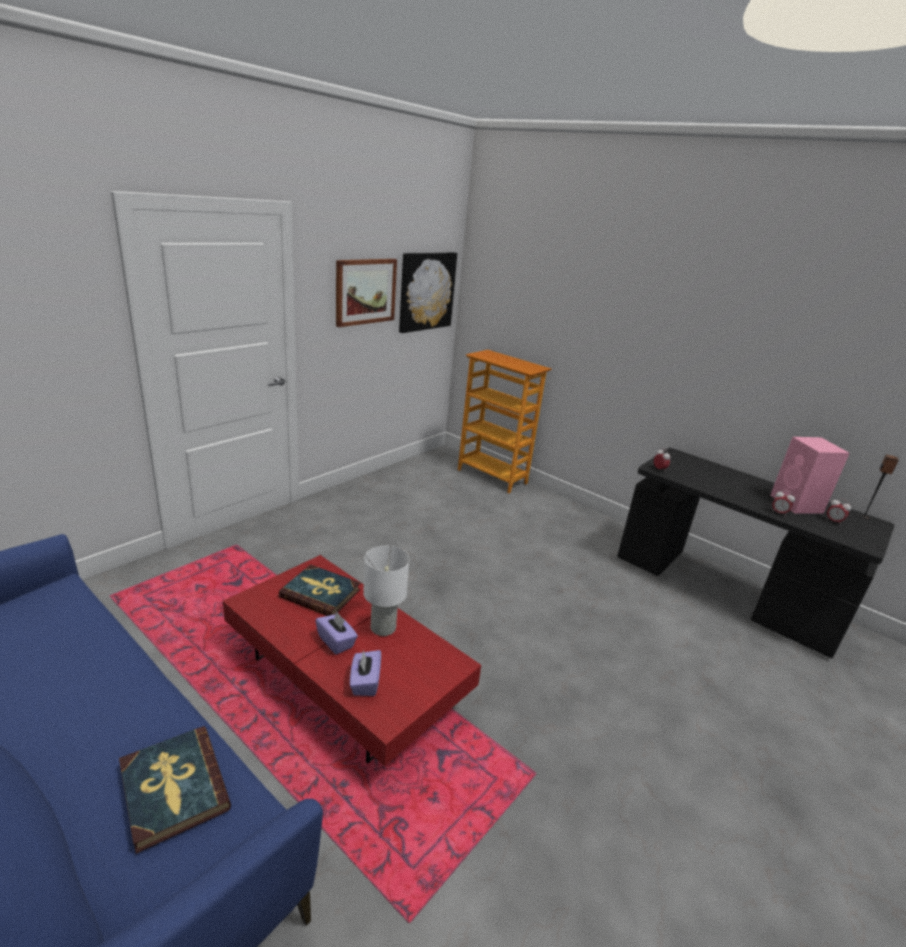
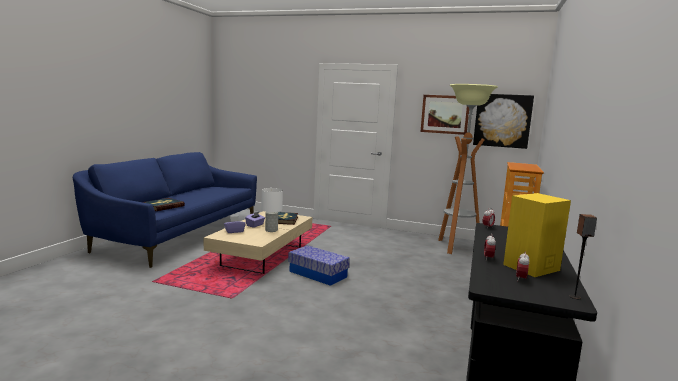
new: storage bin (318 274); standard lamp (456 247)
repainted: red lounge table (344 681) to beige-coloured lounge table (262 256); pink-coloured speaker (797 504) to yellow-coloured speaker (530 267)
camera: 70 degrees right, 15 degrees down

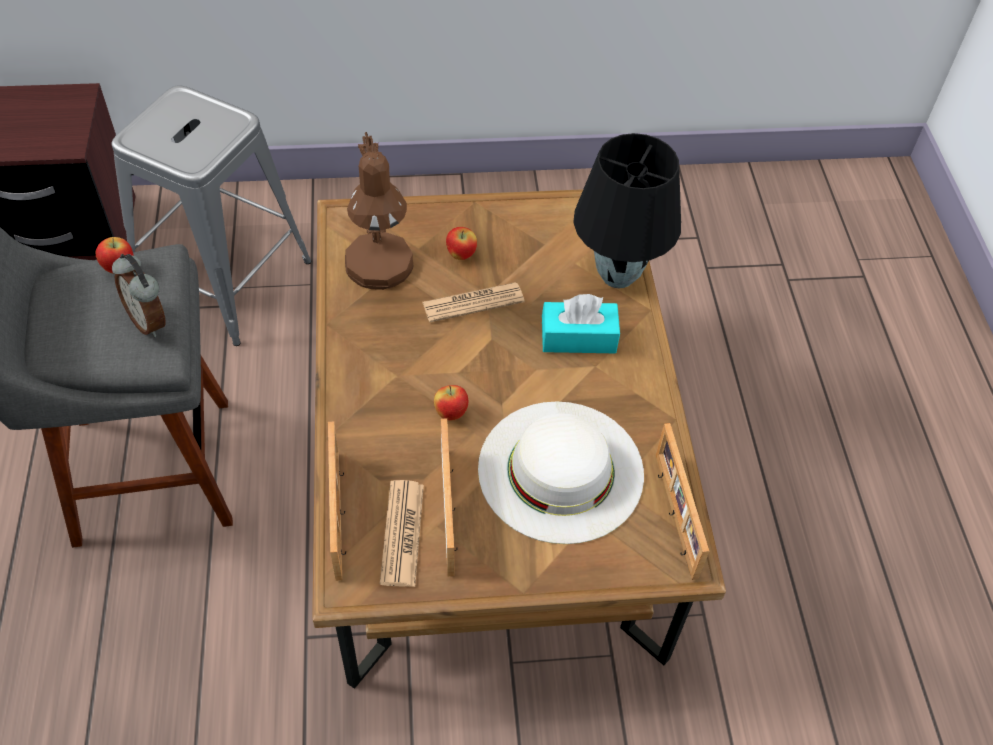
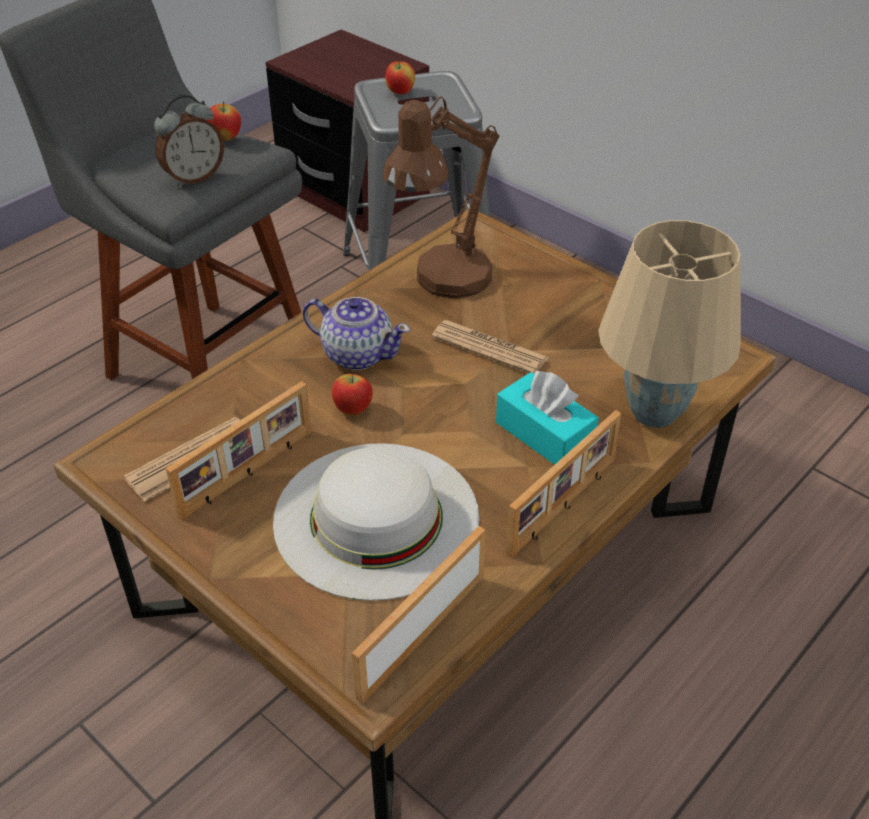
new: pot for tea (357 354)
shifted: picture frame (339 514) to (564 506); apple fruit (461 255) to (400 92)
repainted: black-coloured table lamp (618 275) to beige-coloured table lamp (656 413)
rotated: alarm clock (149 321) = (194 177) 135 degrees counterclockwise
camera: 50 degrees right, 10 degrees down

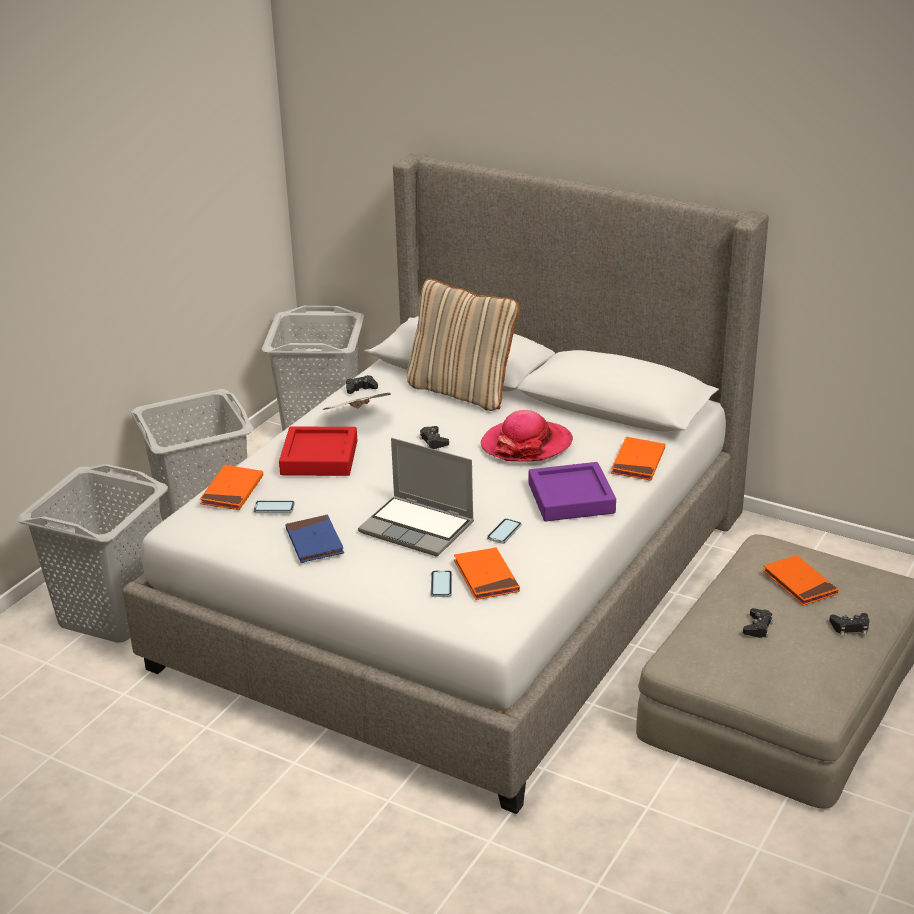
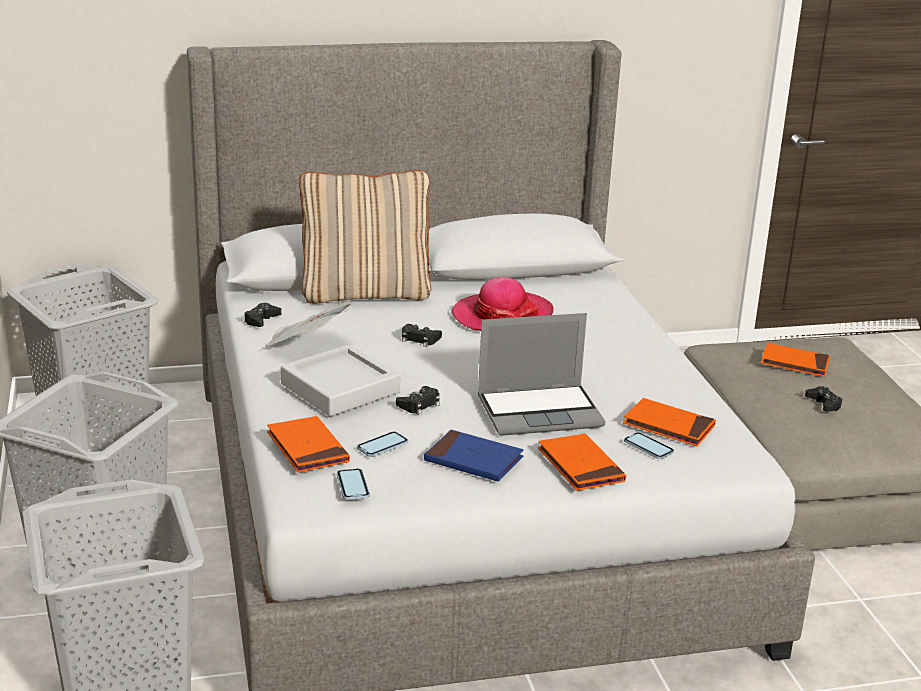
gone: purple-coloured serving tray (571 498)
shifted: telephone (504 532) to (352 486); orange volume (638 462) to (580 466); black-coloured game controller (850 627) to (419 404)
repainted: red serving tray (319 458) to gray serving tray (340 388)
camera: 45 degrees left, 5 degrees down

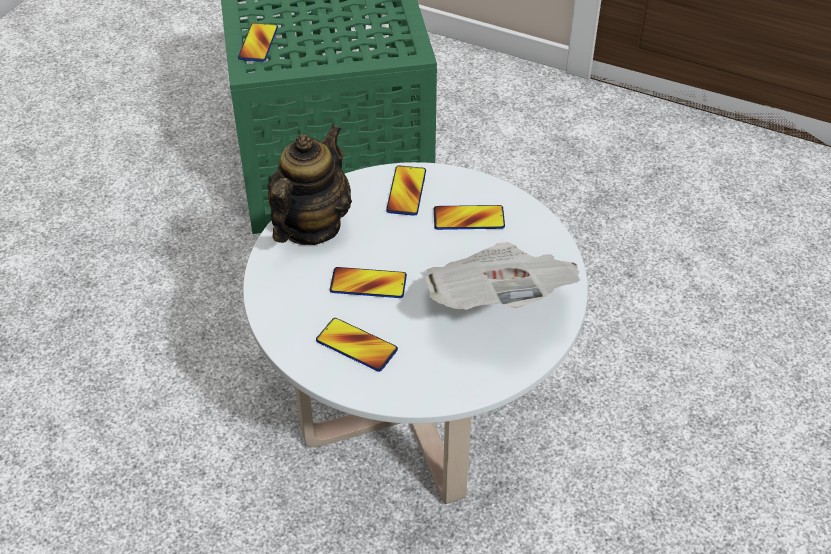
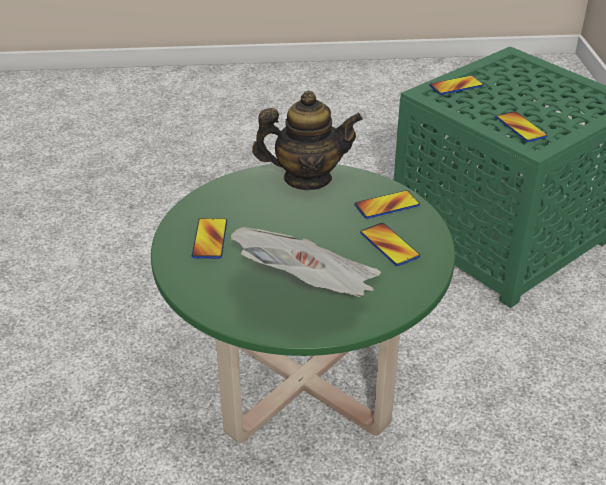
shifted: telephone (368 284) to (520 127)
repainted: whitish lounge table (415 410) to green-coloured lounge table (303 381)
camera: 60 degrees right, 10 degrees down

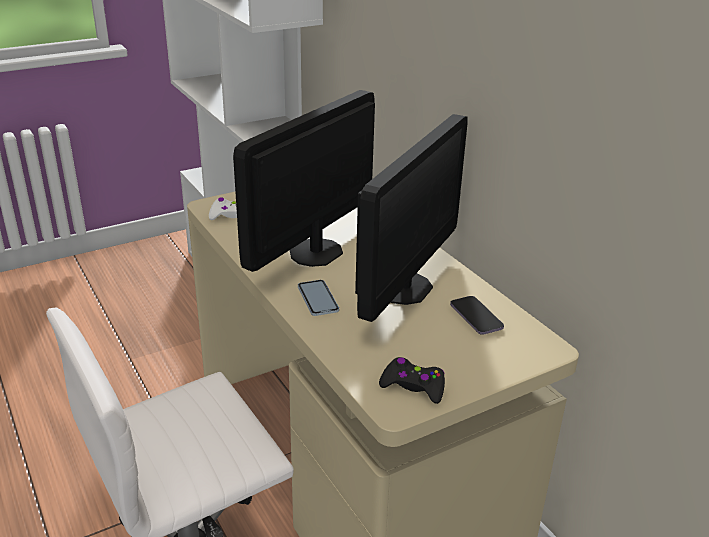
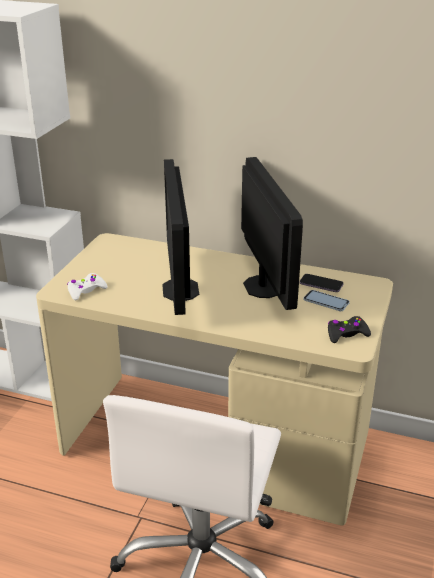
shifted: telephone (318 299) to (326 302)
camera: 40 degrees left, 0 degrees up

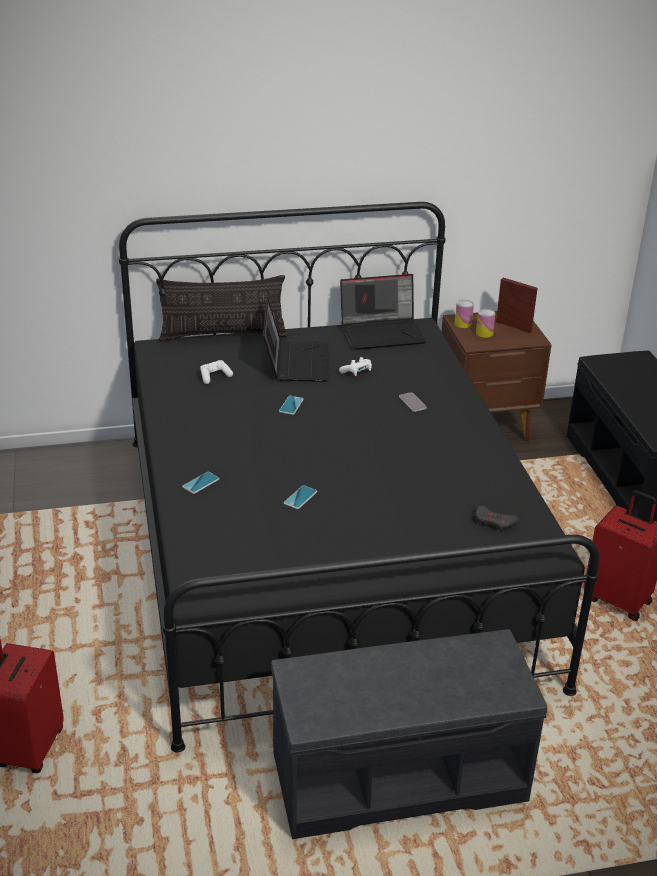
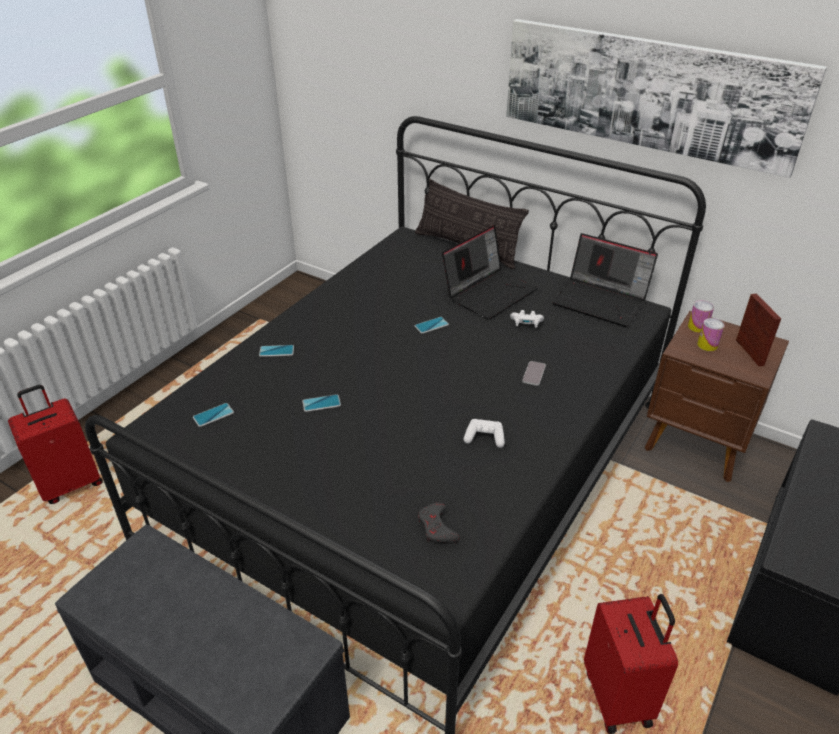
new: telephone (213 415); wall picture (648 93)
shifted: whitish game controller (214 377) to (484 438)
camera: 45 degrees right, 5 degrees up

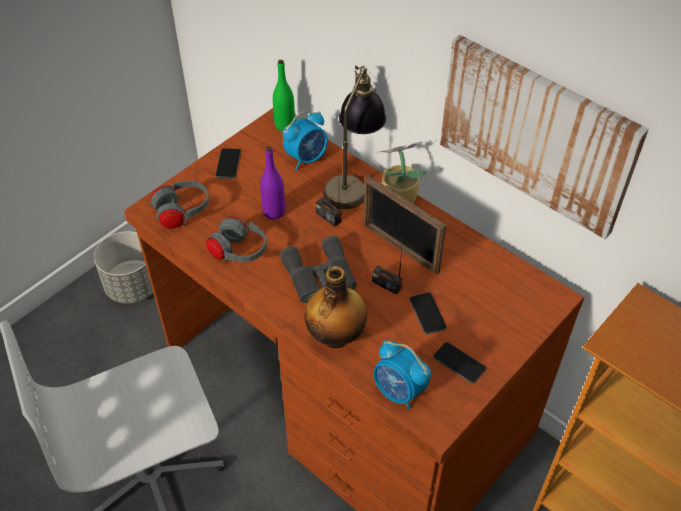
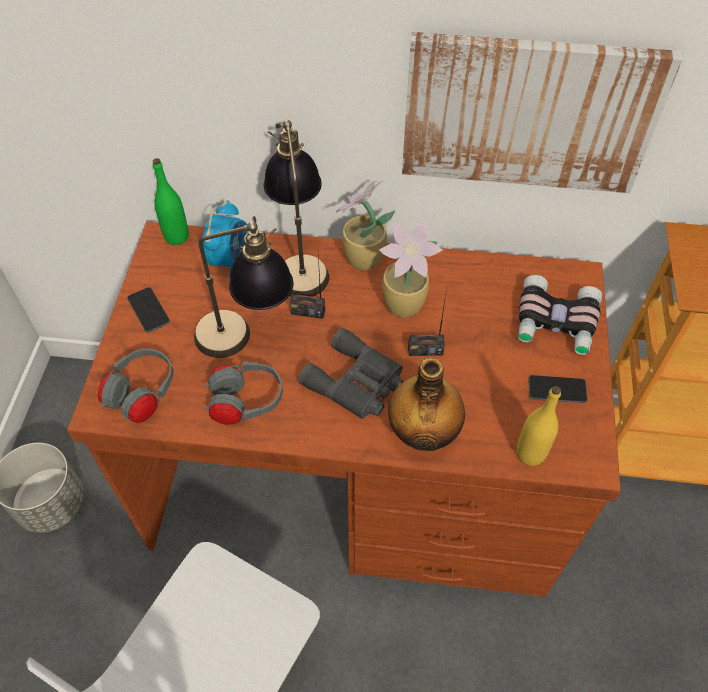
gone: telephone (427 313)
new: field glasses (555 324)
swapped: purple-coloured bottle (274 212) to table lamp (246 337); picture frame (400 248) to plant in a pot (405 305); alarm clock (399 391) to yellow-coloured bottle (530 453)
camera: 35 degrees left, 5 degrees up

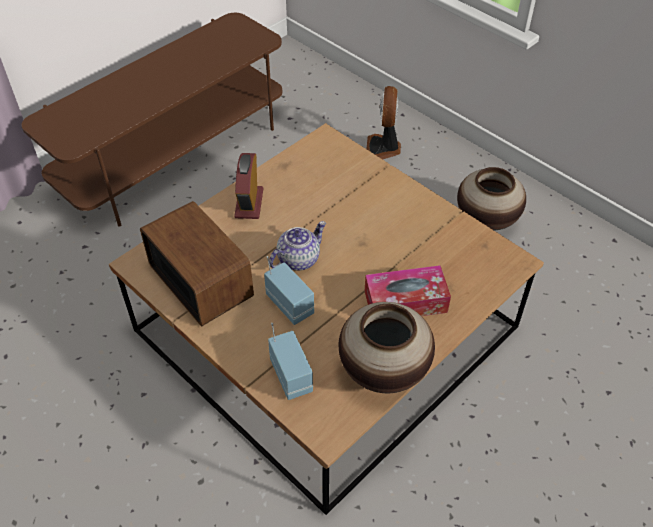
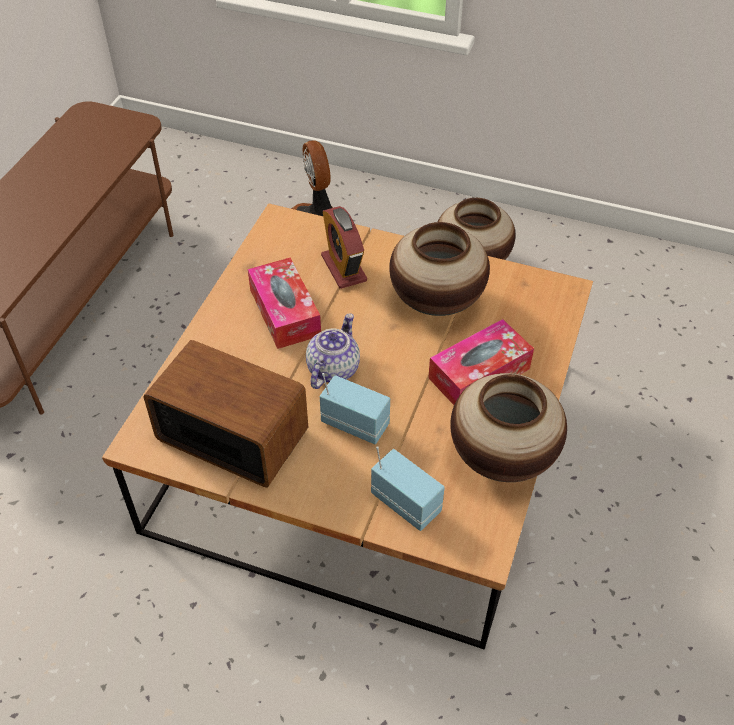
new: tissue holder (285 312); flower vase (437 301)
shifted: alarm clock (249 203) to (344 268)
camera: 25 degrees left, 0 degrees up

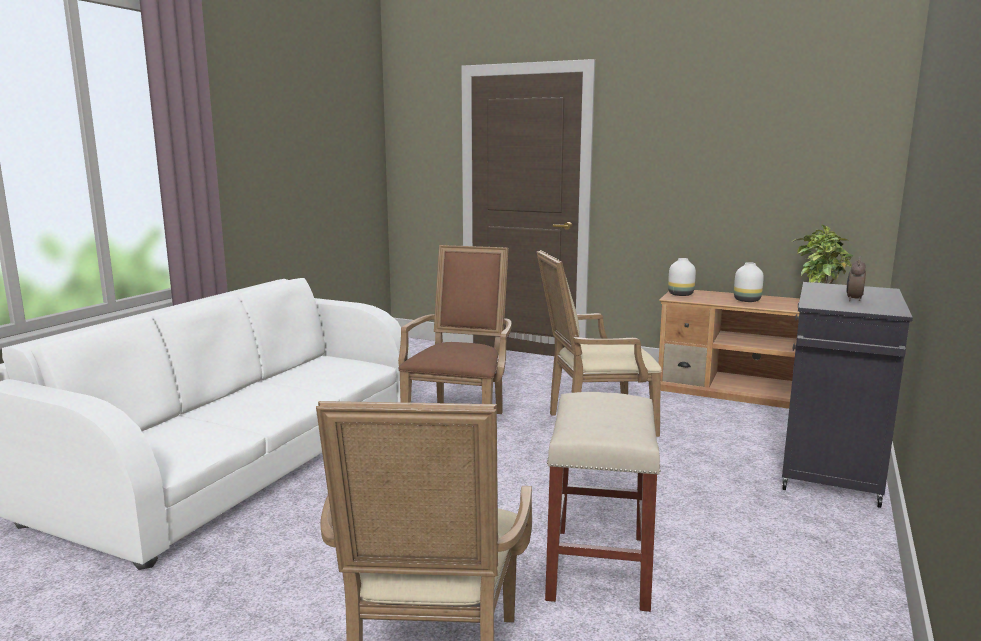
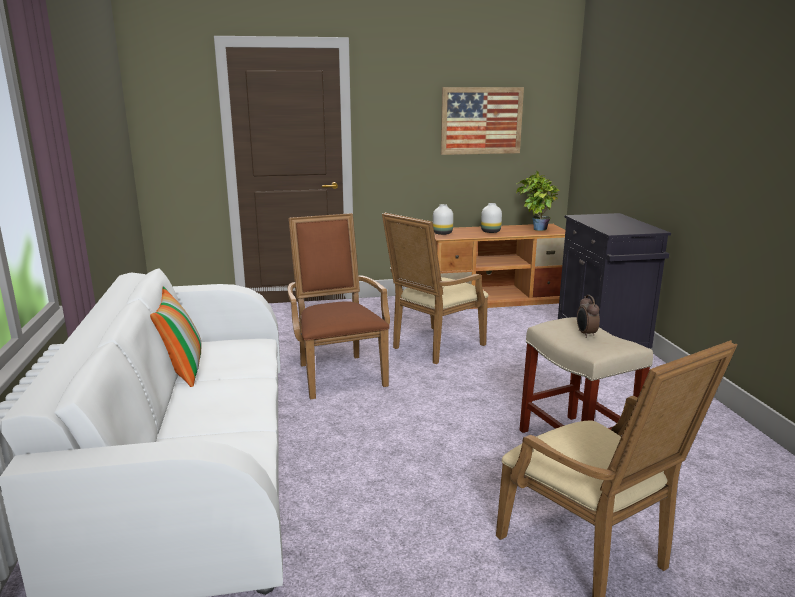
new: throw pillow (182 370); wall picture (481 121)
shifted: alarm clock (853 299) to (585 334)
camera: 35 degrees left, 5 degrees up

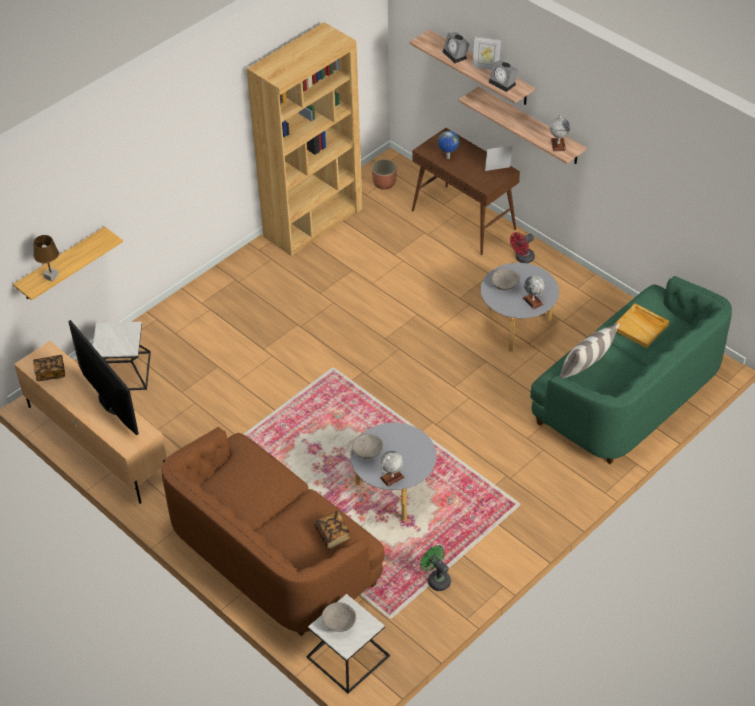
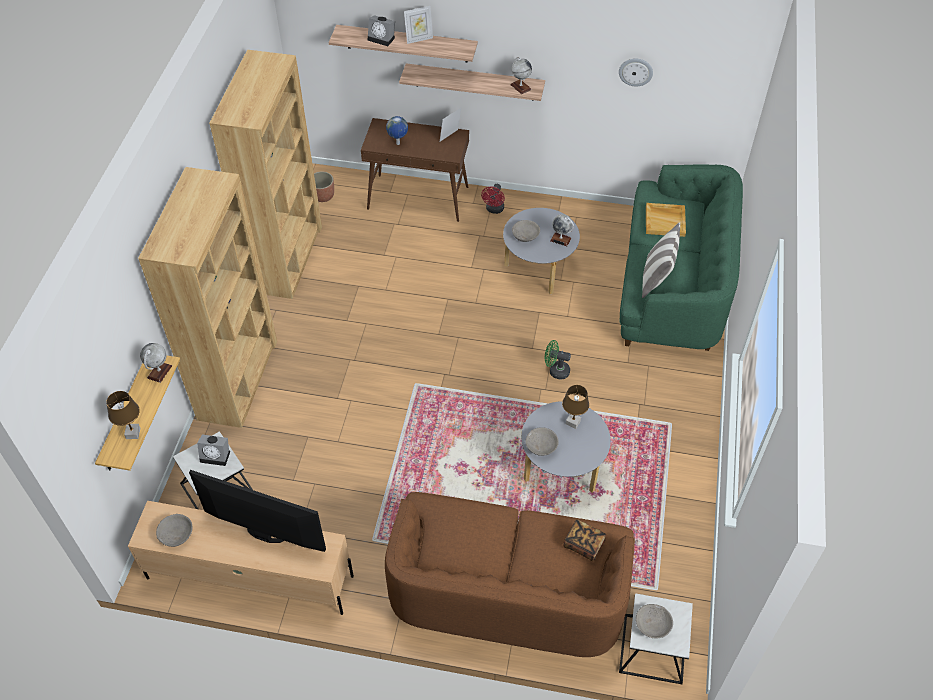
new: brown-coloured bookcase (238 379); brown-coloured table lamp (572 422); clock on the wall (635 71)
shifted: world globe (392 477) to (159 372); green-coloured cooling fan (436 579) to (555 370); alarm clock (503 83) to (216 455)
swapped: volume (50 373) to gray deep dish (176 534)
camera: 35 degrees left, 5 degrees up

